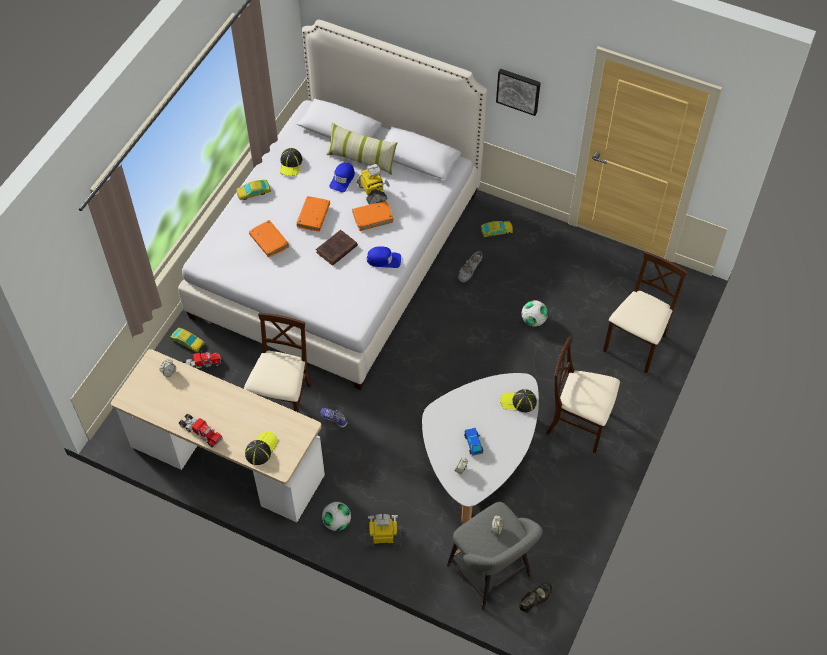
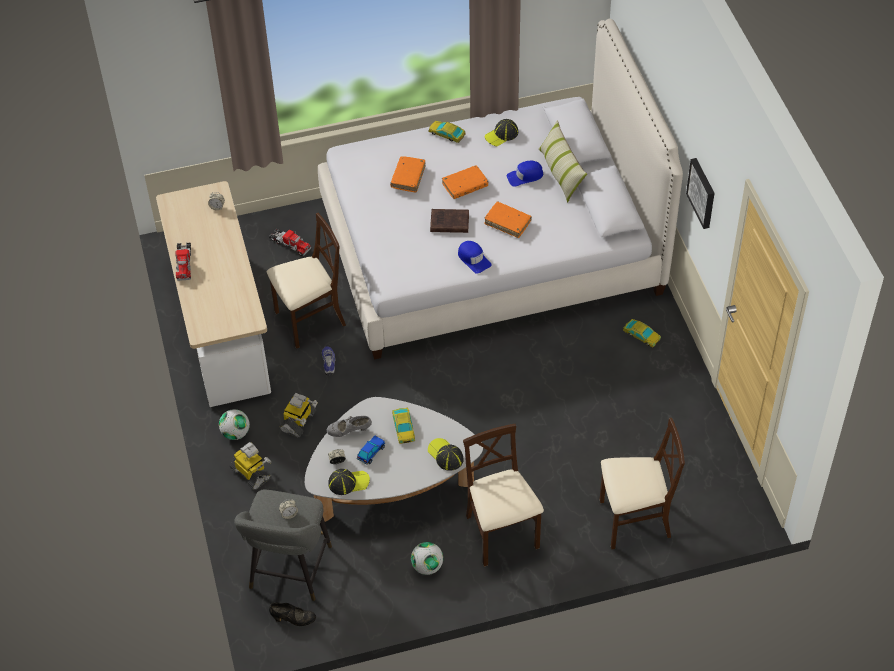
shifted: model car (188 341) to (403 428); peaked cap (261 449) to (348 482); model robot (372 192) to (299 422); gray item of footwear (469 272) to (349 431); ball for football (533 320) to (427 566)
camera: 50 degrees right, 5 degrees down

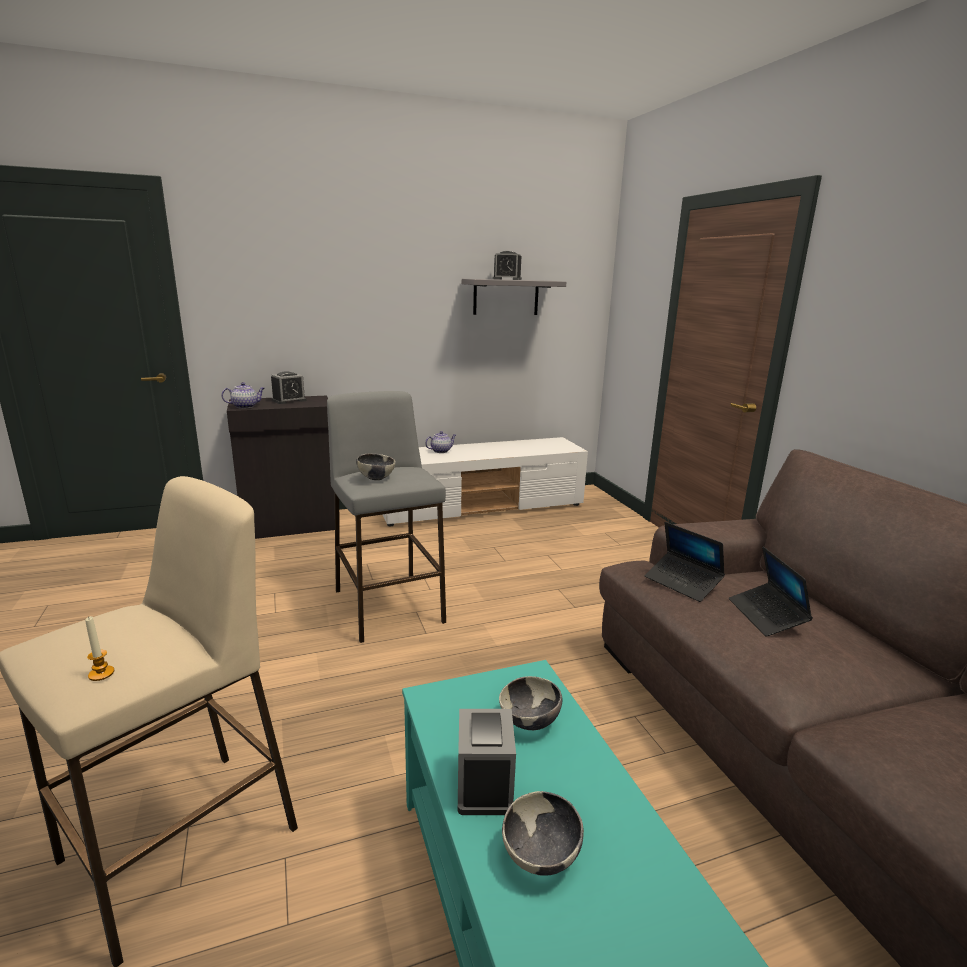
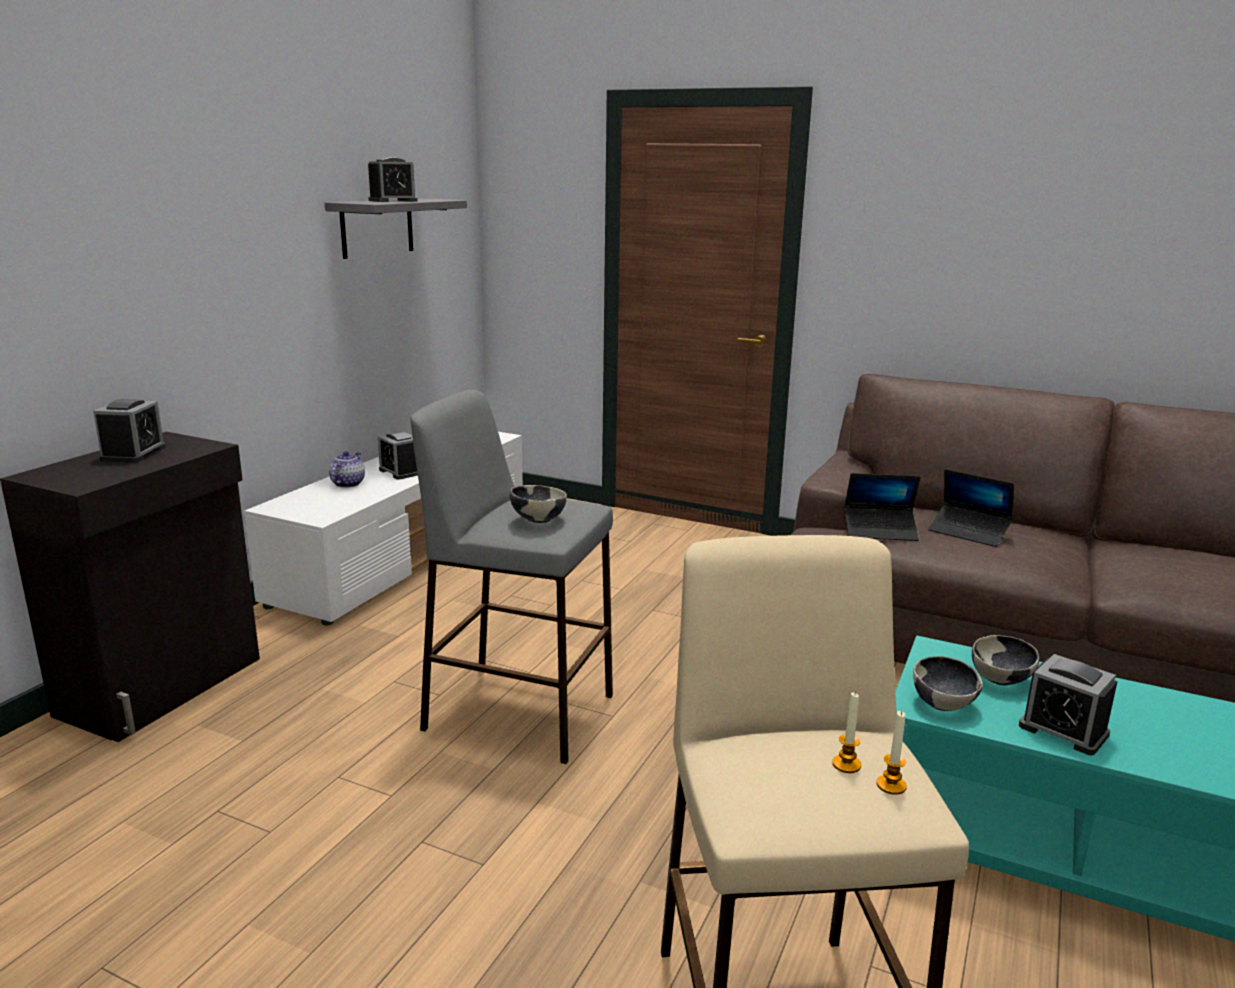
gone: pot for tea (245 406)
new: alarm clock (400 472); wax light (846 764)
shifted: deep dish (541 856) to (943 704)
camera: 45 degrees left, 0 degrees up

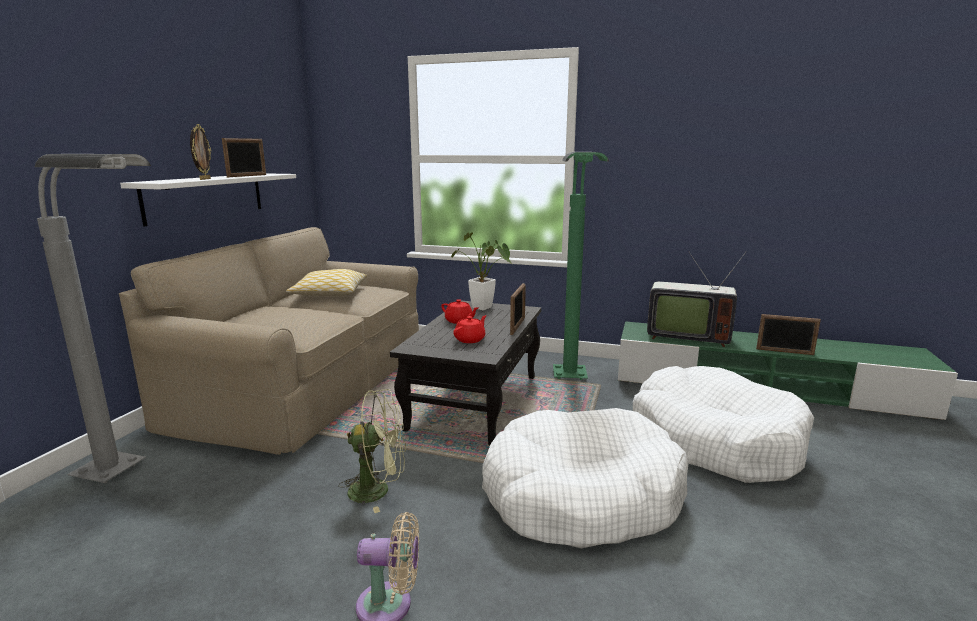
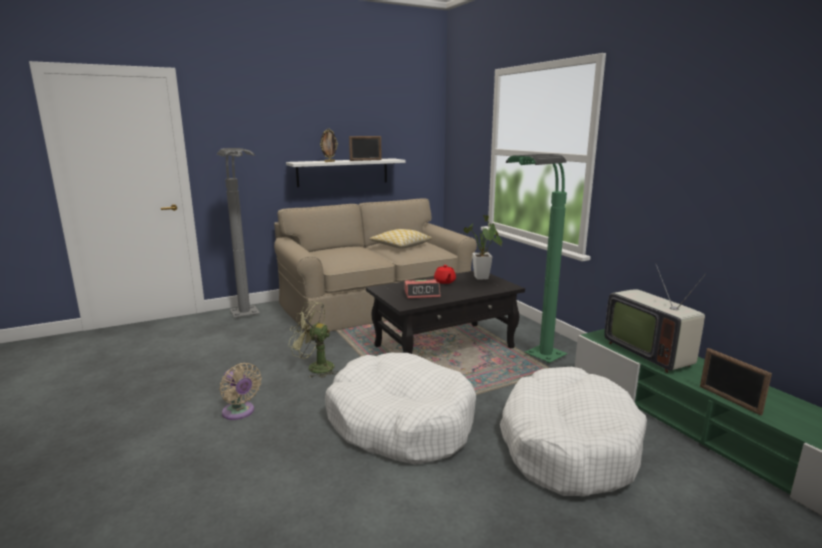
gone: picture frame (517 326)
swapped: red pot for tea (470 339) to alarm clock (422 294)
rotated: green-coloured cooling fan (378 490) = (315 367) 150 degrees clockwise
camera: 45 degrees right, 0 degrees up

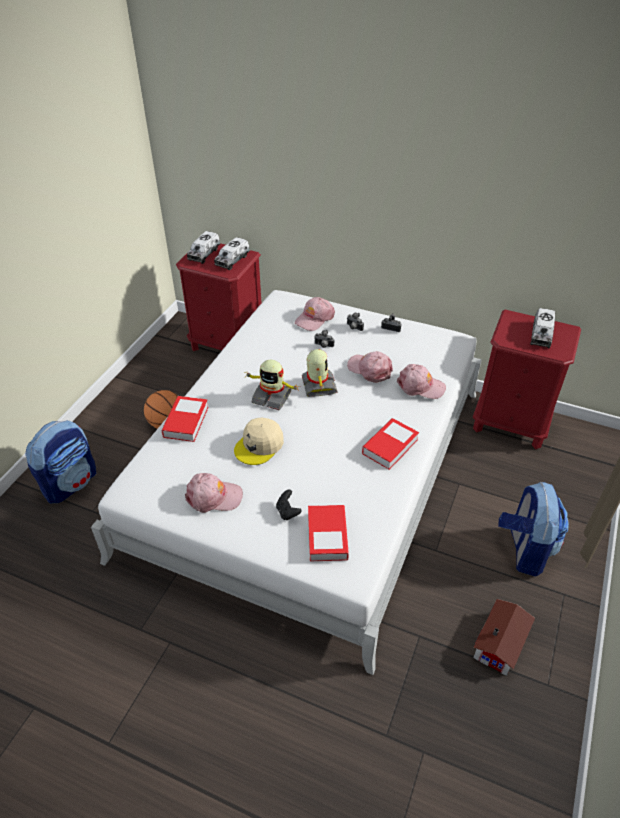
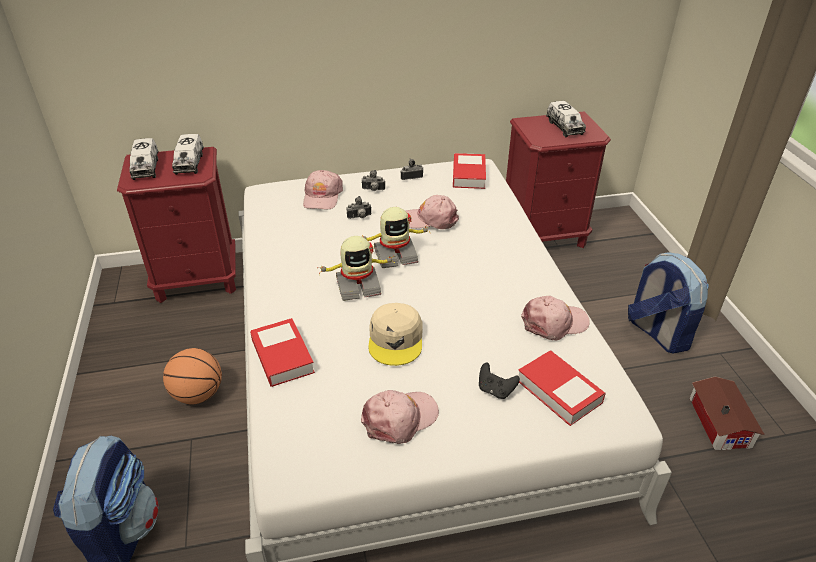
shifted: volume (390 447) to (468 175); pink-coloured peaked cap (420 386) to (554 323)
rotated: model robot (318 386) = (395 255) 120 degrees clockwise
camera: 35 degrees left, 5 degrees down

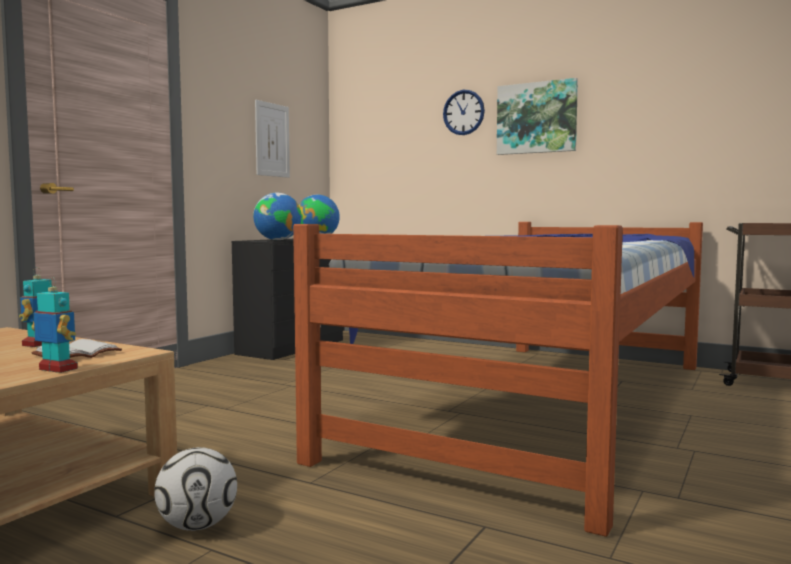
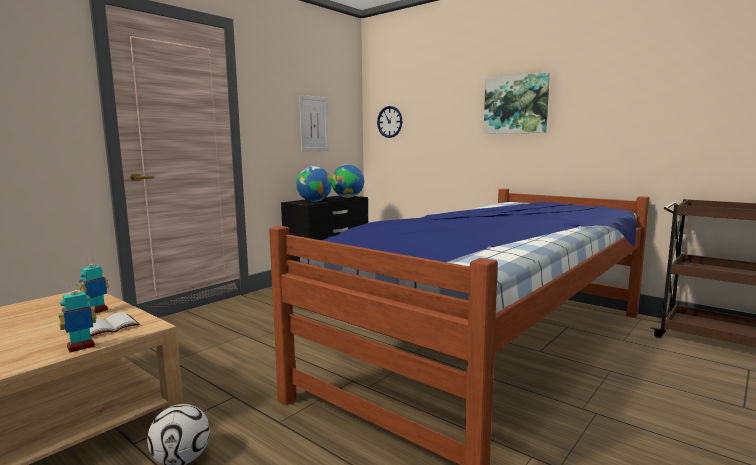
shifted: clock on the wall (463 112) to (389 122)
rotated: model robot (57 369) = (81 347) 75 degrees counterclockwise
camera: 10 degrees right, 5 degrees up

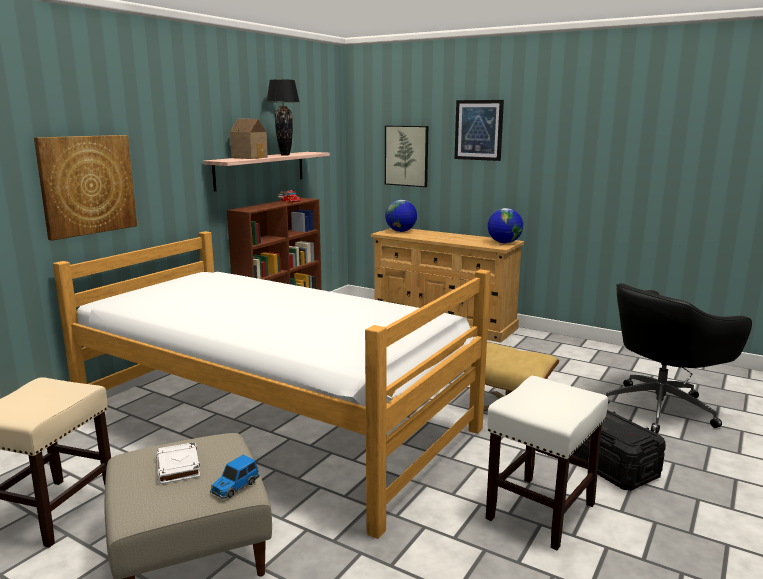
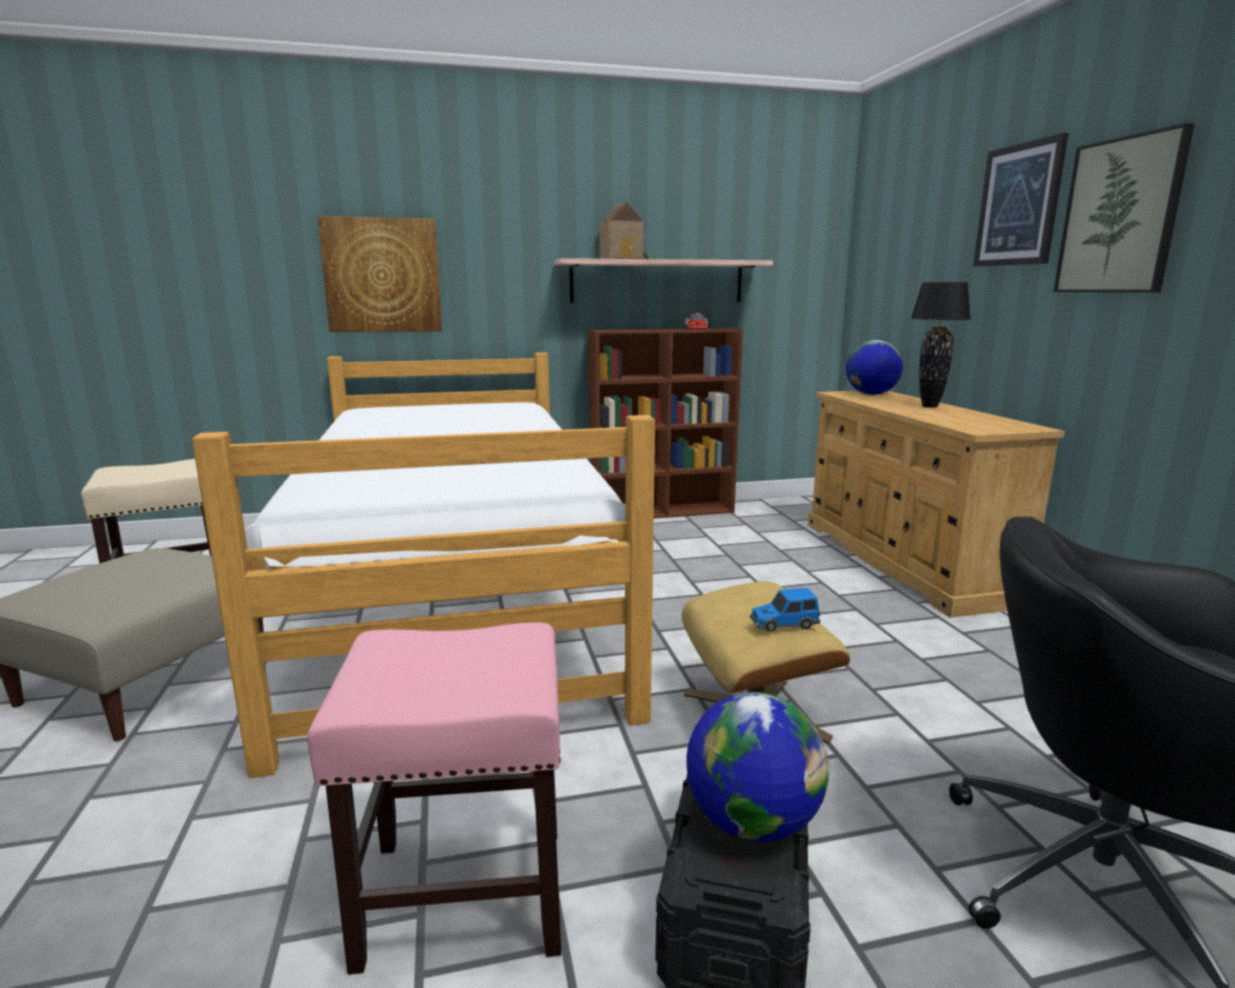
gone: whitish volume (178 467)
shifted: model car (234 487) to (783 624); black-coloured table lamp (285 155) to (930 406); wall picture (406 155) to (1120 216); world globe (504 243) to (752 822)
repainted: whitish stool (540 512) to pink-coloured stool (461 896)
camera: 45 degrees right, 0 degrees up

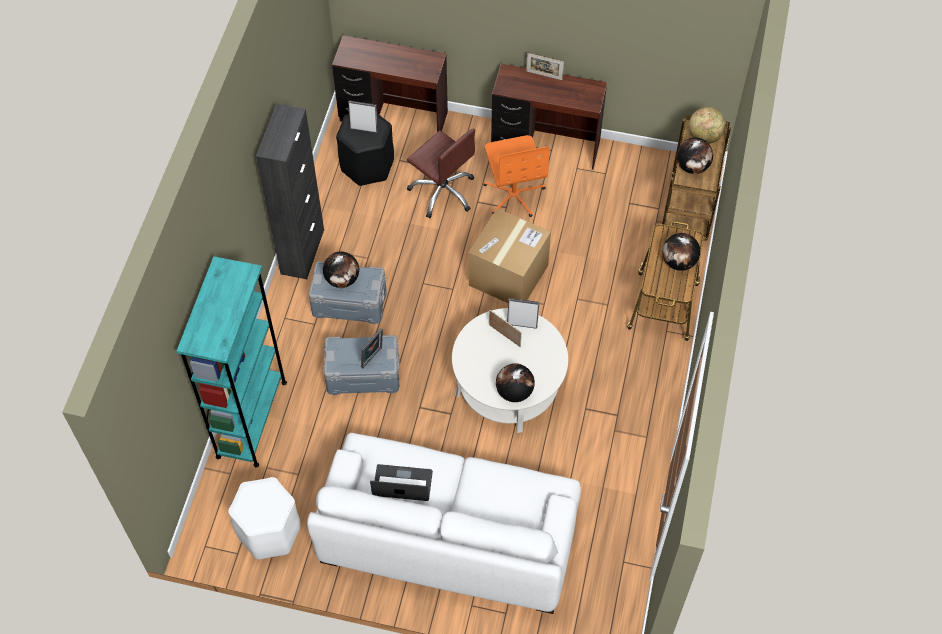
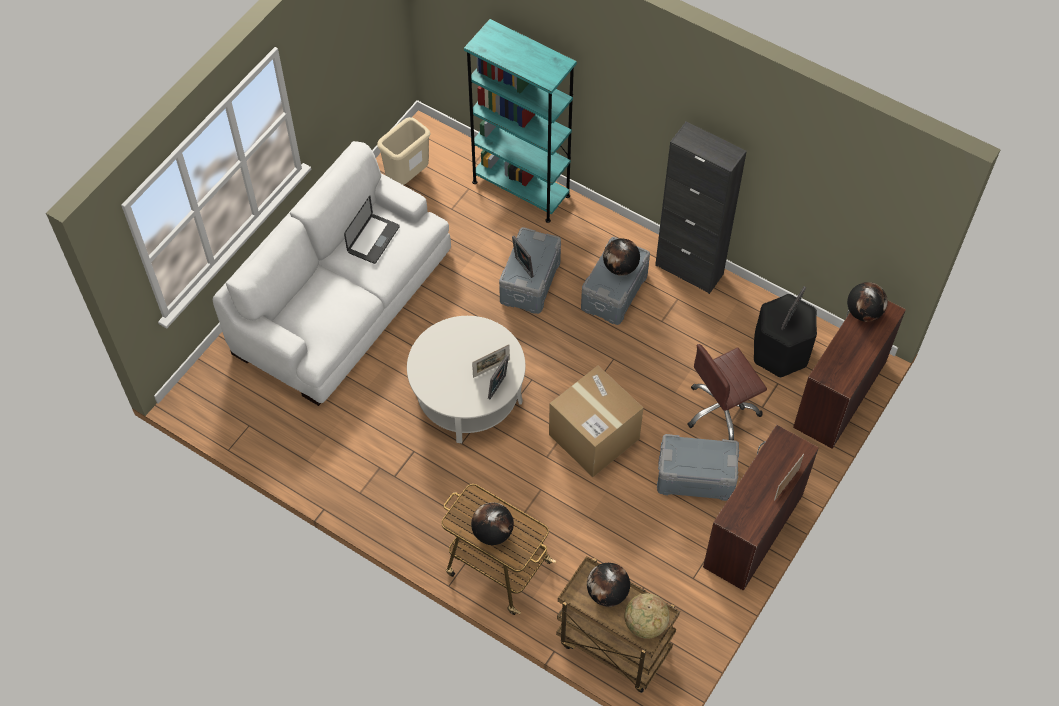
shifted: world globe (514 392) to (863 312)
swapped: whitish stool (269 532) to beige-coloured waste bin (407 176); orange computer chair (514 194) to gray storage bin (695 476)
camera: 110 degrees right, 0 degrees up

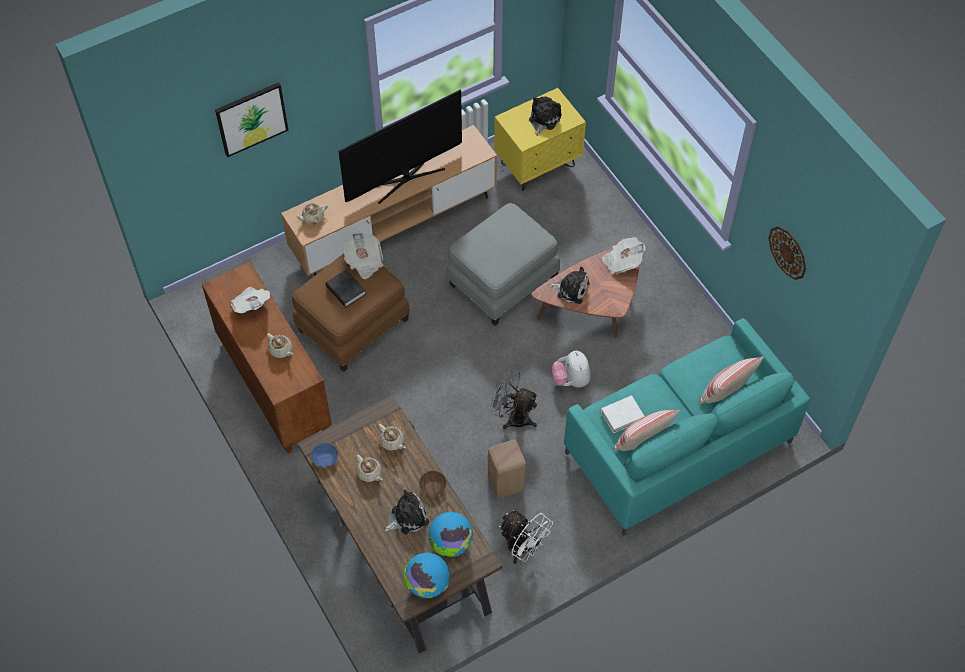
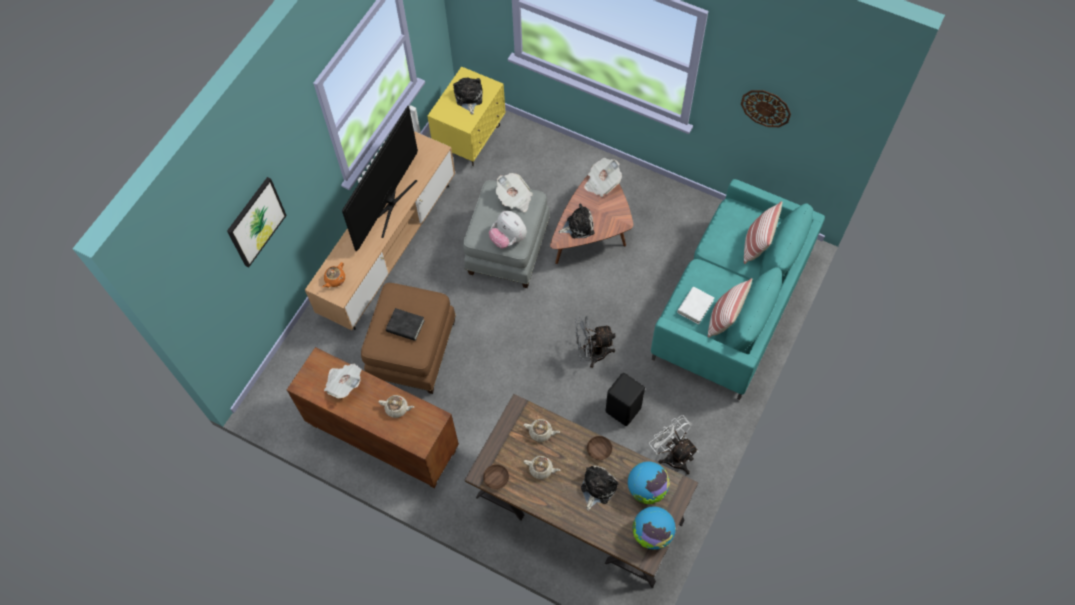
shifted: daily paper (364 262) to (514 198); cuddly toy (571 380) to (508 238)
repainted: beige-coloured pot for tea (312 218) to orange pot for tea (335 279); blue-coloured deep dish (325 458) to brown-coloured deep dish (496 478); beige-coloured stool (507 483) to black-coloured stool (624 409)
rotated: whitish cooling fan (523 549) = (672 455) 135 degrees counterclockwise
camera: 30 degrees left, 5 degrees up

